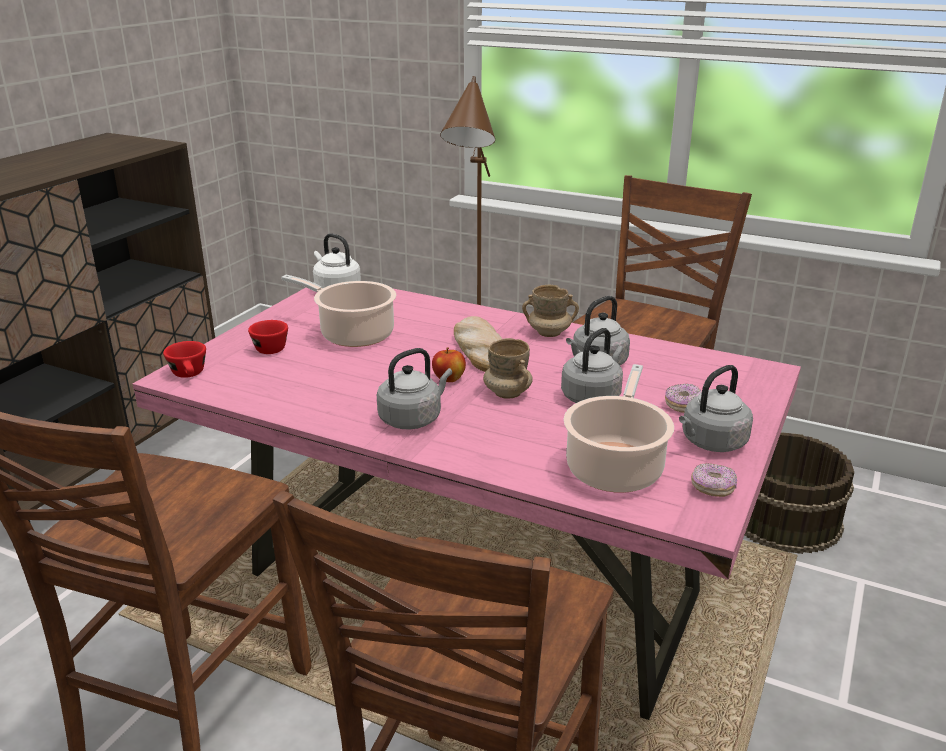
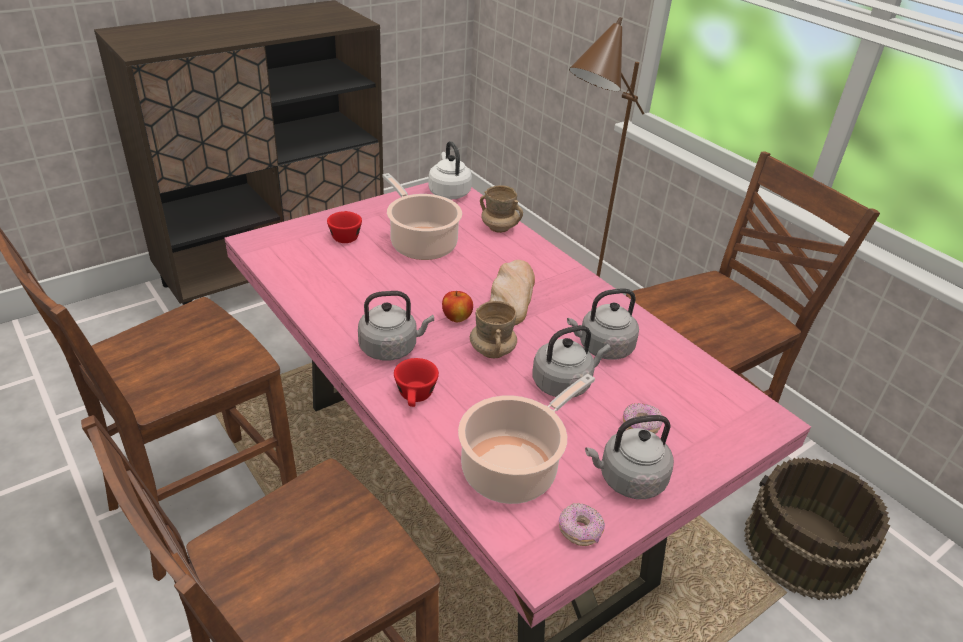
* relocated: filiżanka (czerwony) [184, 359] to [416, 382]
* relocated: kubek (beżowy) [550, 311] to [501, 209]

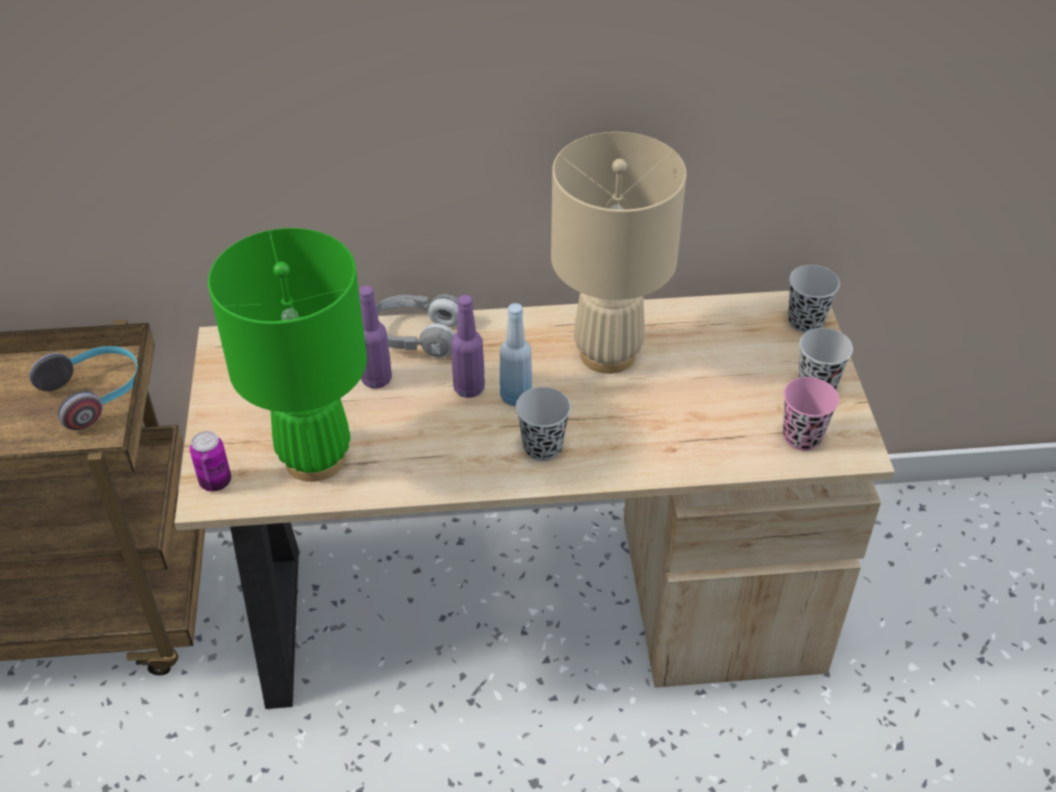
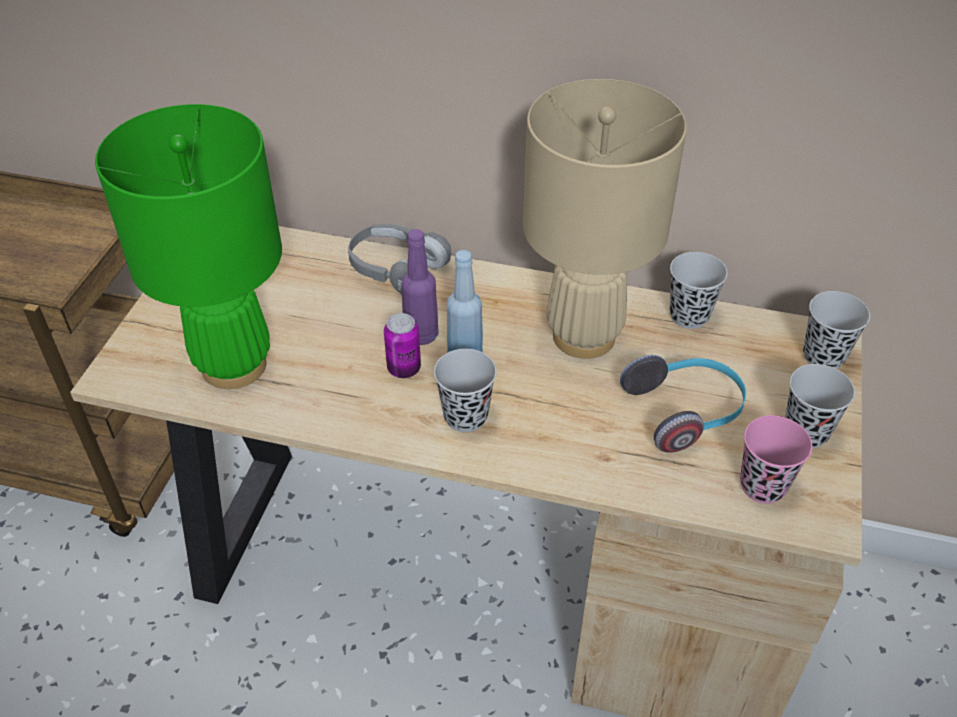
* relocated: słuchawki [84, 388] to [683, 404]
* relocated: puszka [210, 461] to [402, 345]
* missing: butelka (fioletowy) [375, 337]
* appeared: filiżanka (czarny) [699, 290]

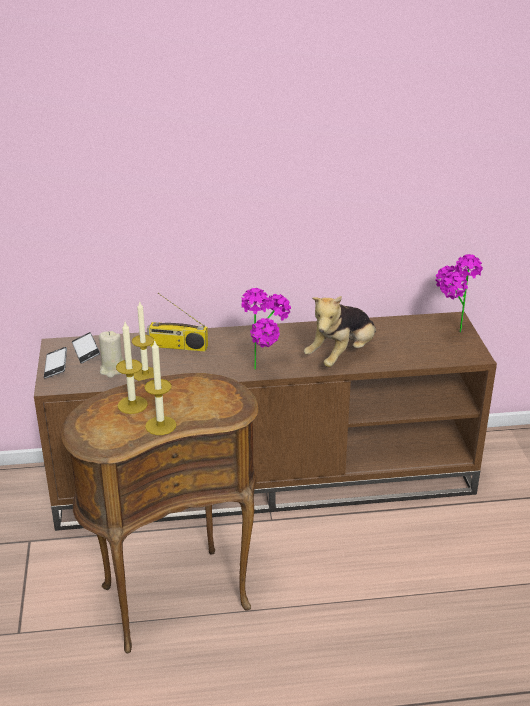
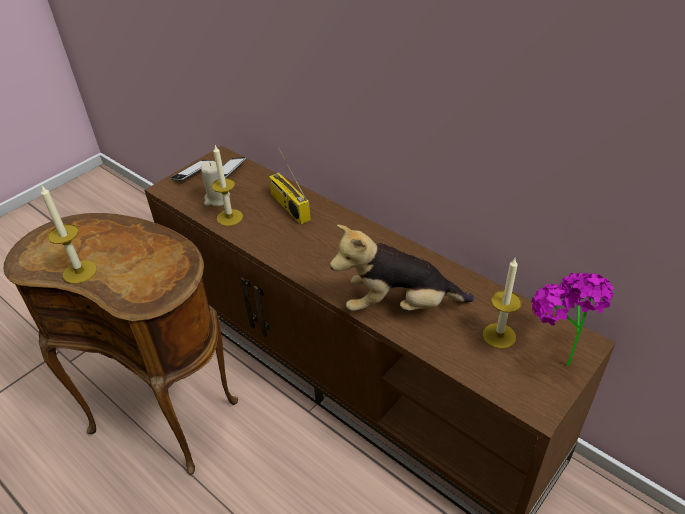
* relocated: świeca [132, 368] to [502, 303]
* missing: roślina doniczkowa [266, 329]

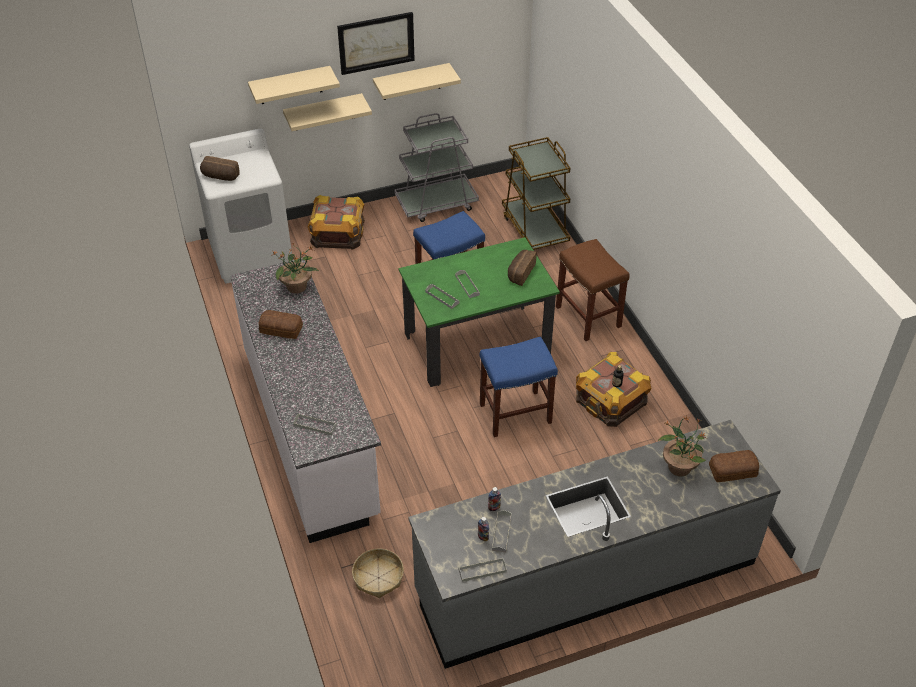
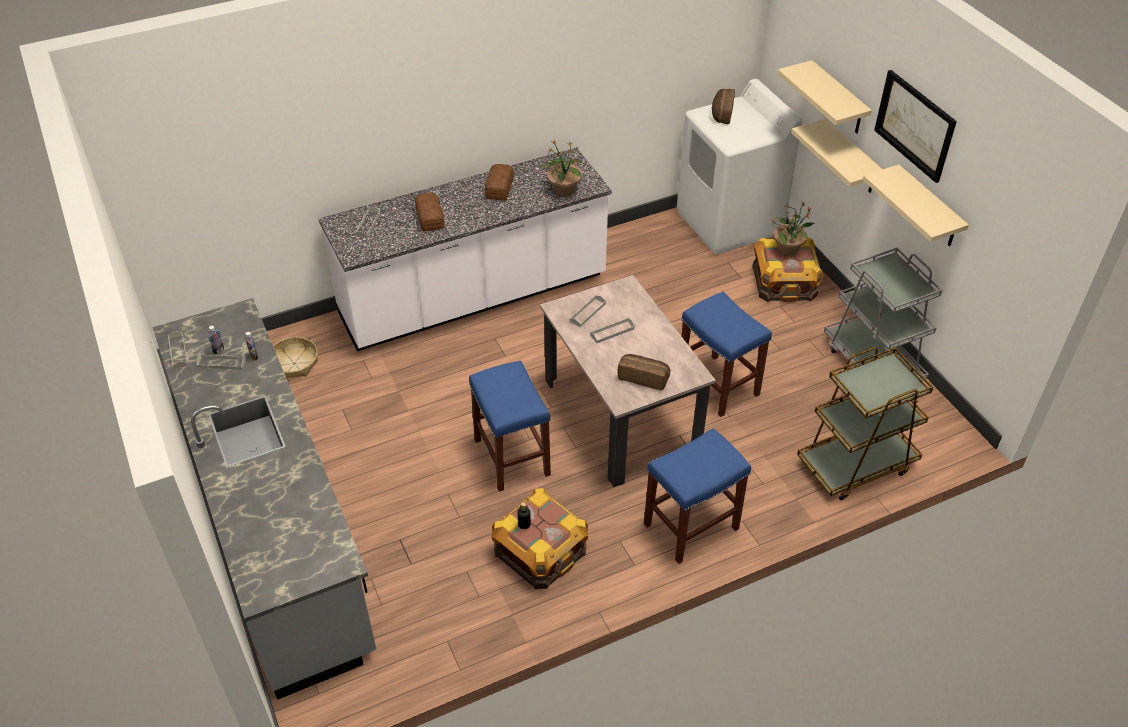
* colour: stół jadalny (zielony) [479, 312] to stół jadalny (beżowy) [628, 381]
* colour: stołek (brązowy) [593, 290] to stołek (niebieski) [697, 496]
* relocated: roślina doniczkowa [682, 446] to [793, 229]
* relocated: chleb [734, 466] to [430, 212]

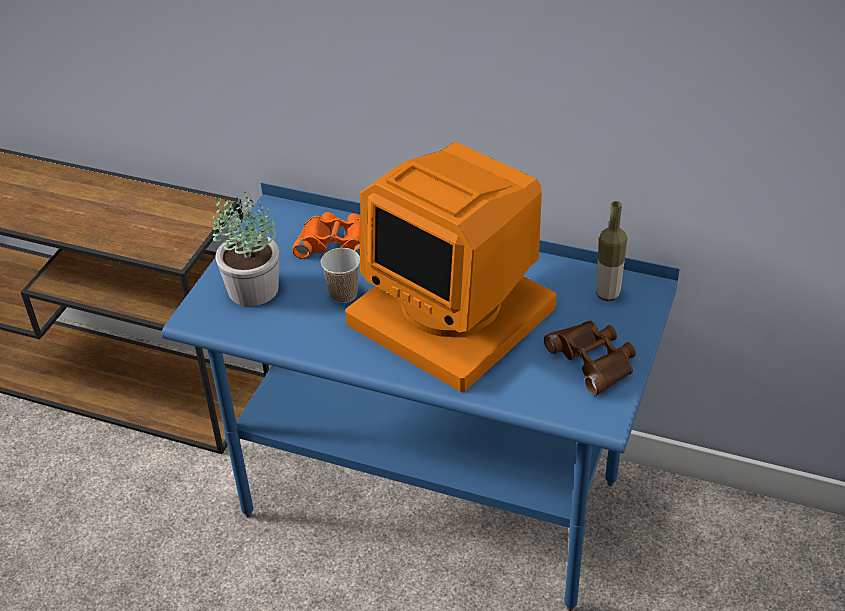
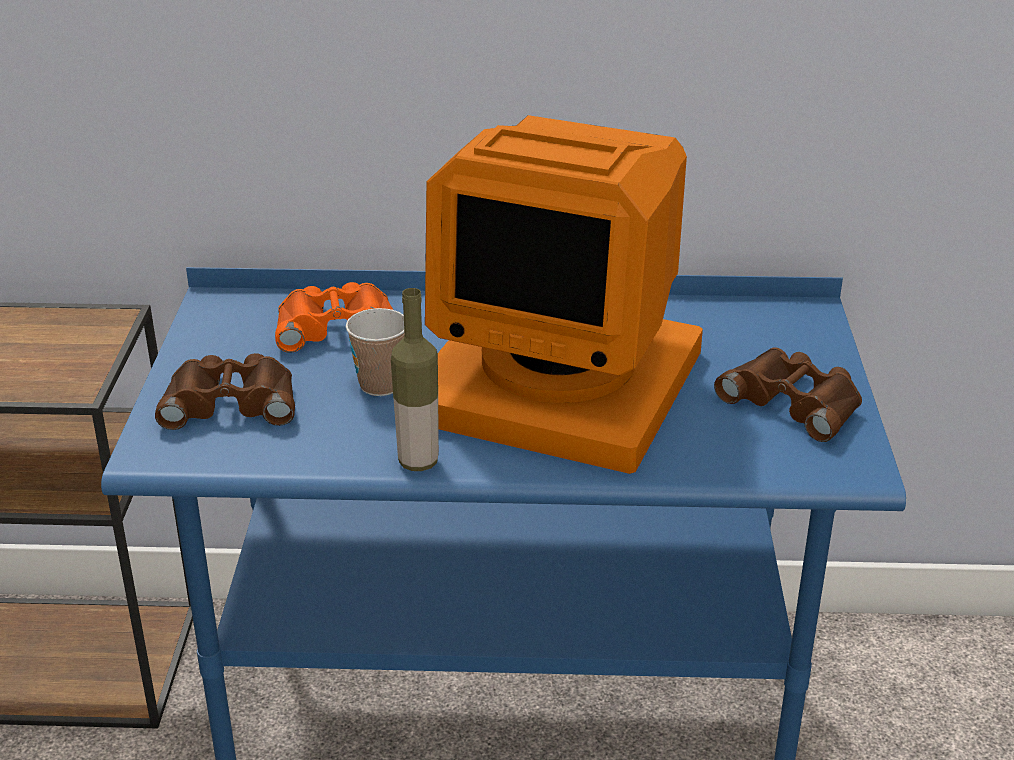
* exchanged: roślina doniczkowa [246, 249] to lornetka (brązowy) [225, 391]
* relocated: butelka [611, 251] to [415, 379]

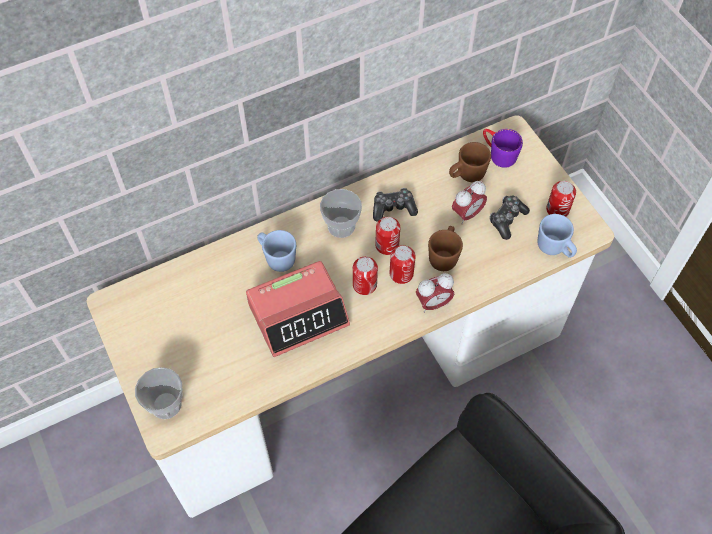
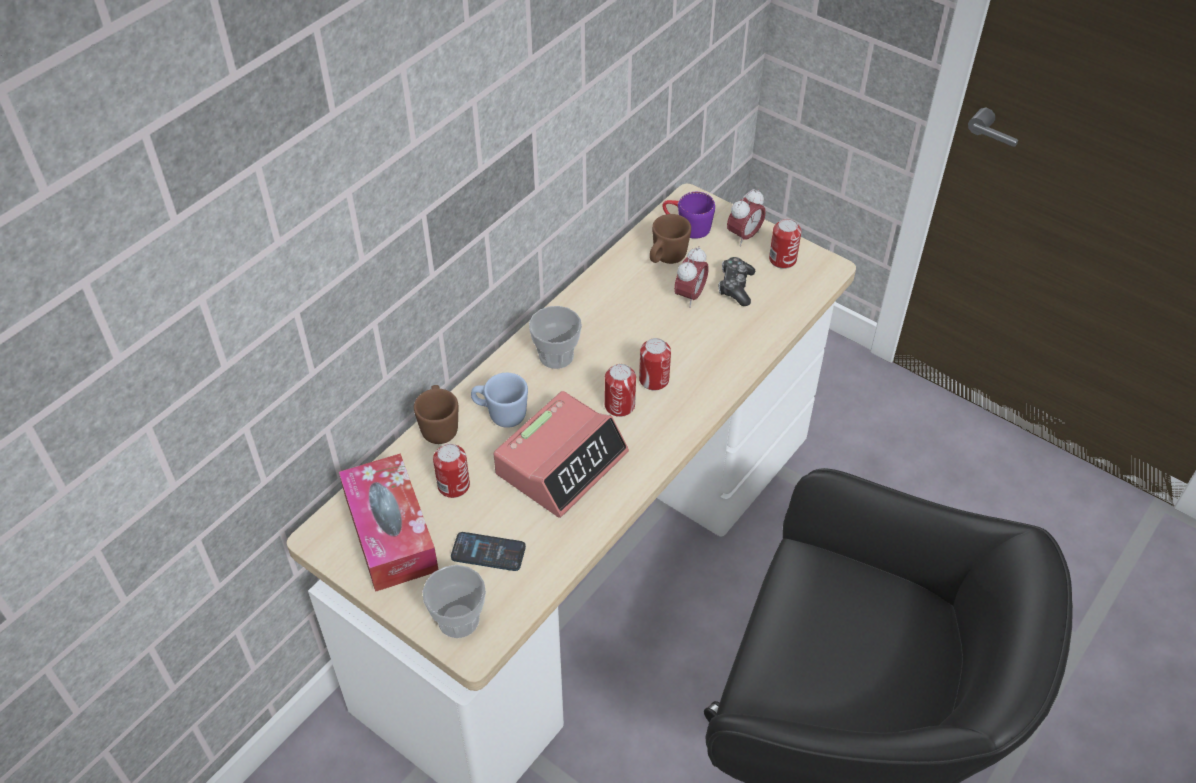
* missing: pad do gier [395, 204]
* relocated: puszka [387, 236] to [451, 471]
* relocated: budzik [435, 293] to [746, 218]
* relocated: kubek (brązowy) [445, 248] to [436, 414]
* missing: kubek (niebieski) [557, 236]
* appeared: pudełko chusteczek [389, 522]
* appeared: telefon [488, 551]

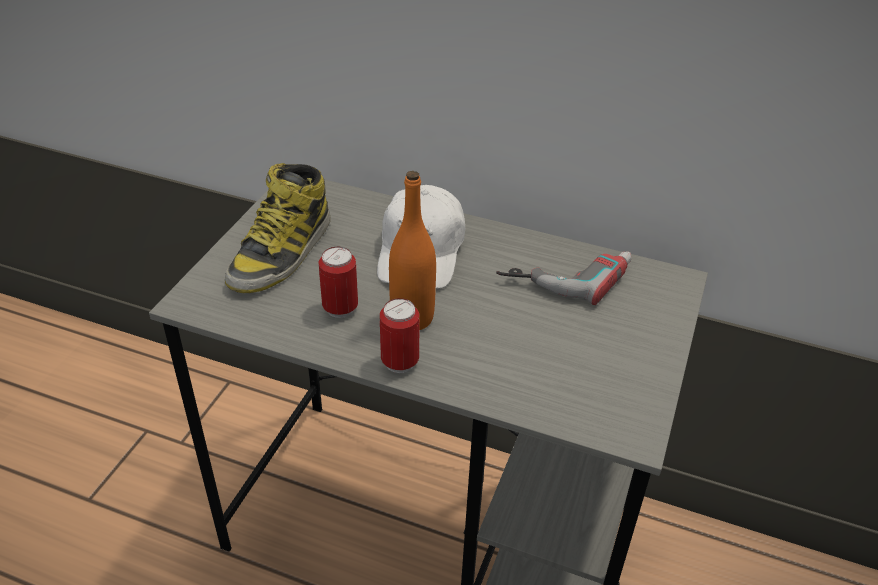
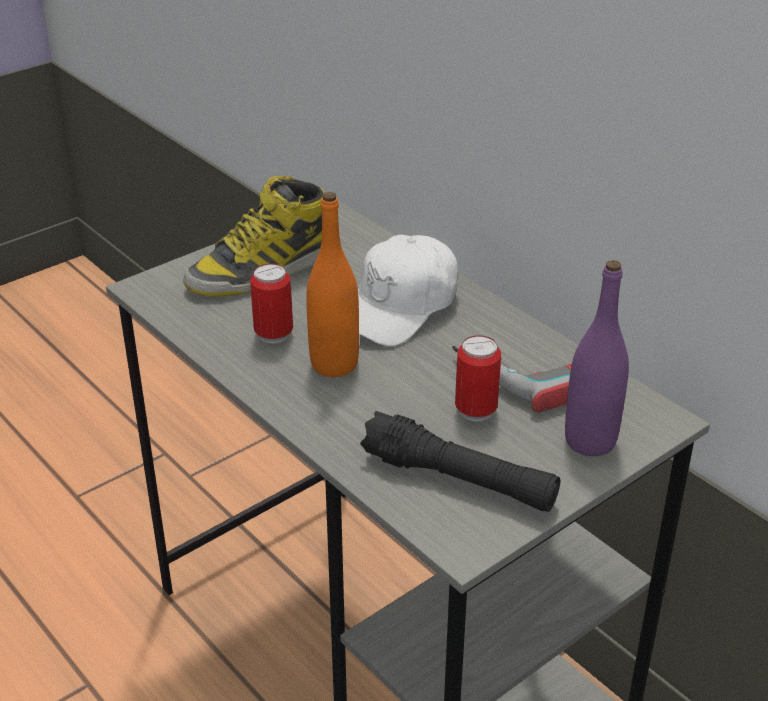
* relocated: puszka [400, 335] to [478, 378]
* appeared: latarka (czarny) [460, 461]
* appeared: butelka (fioletowy) [597, 358]

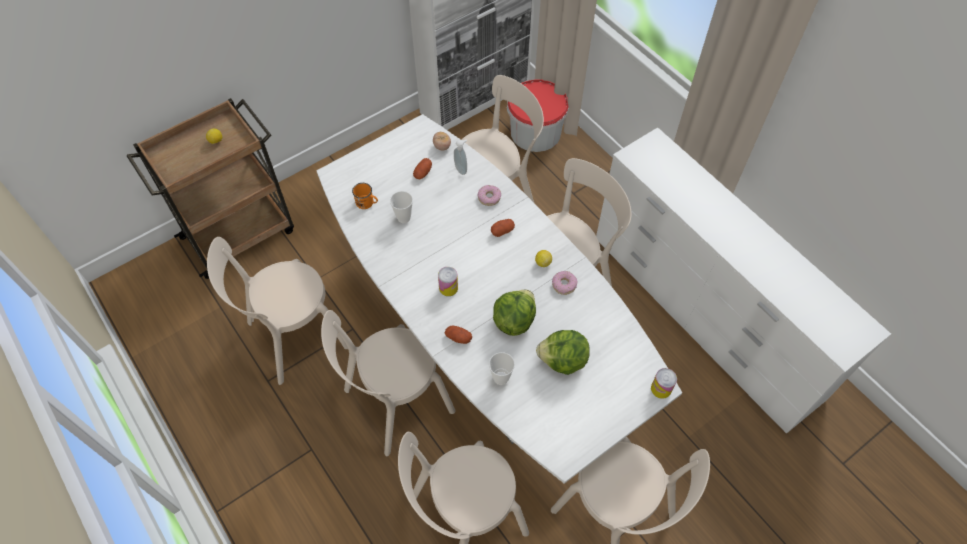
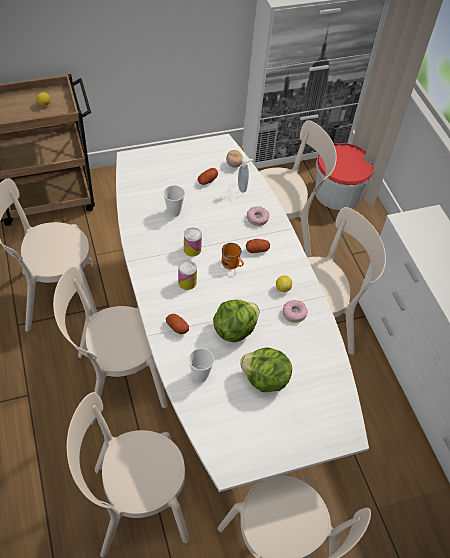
* relocated: kubek (pomarańczowy) [365, 196] to [232, 256]
* relocated: puszka [664, 383] to [193, 242]

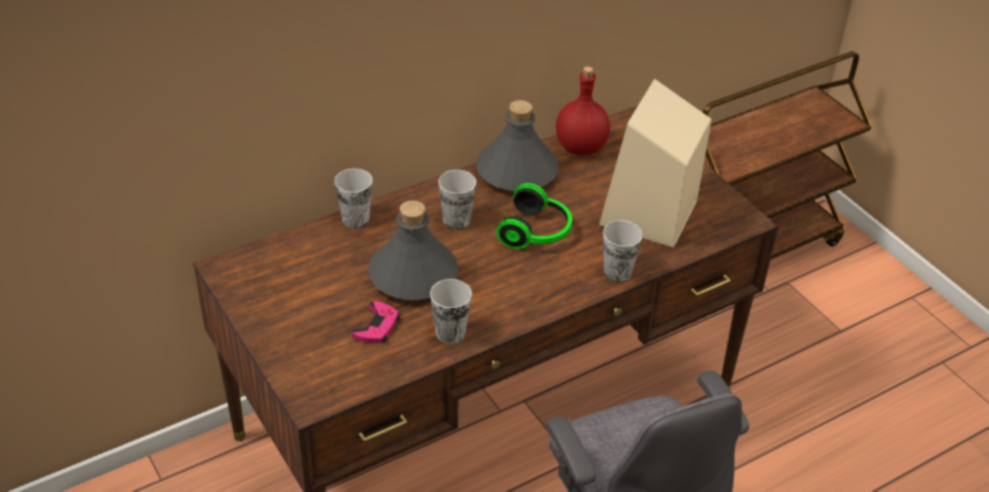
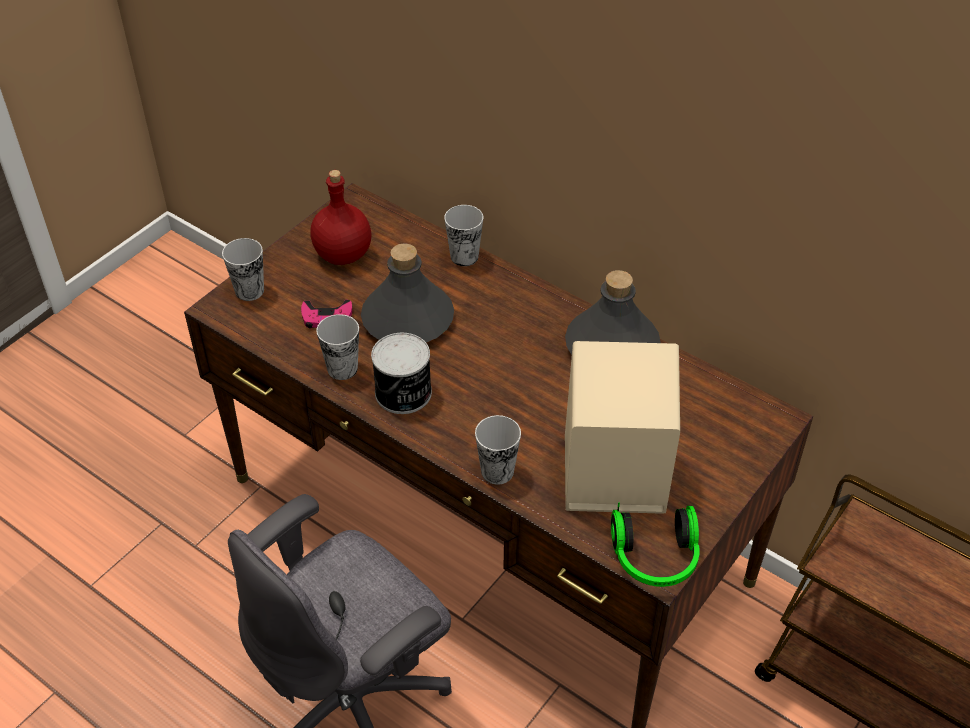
* relocated: filiżanka [457, 199] to [243, 269]
* relocated: słuchawki [534, 216] to [655, 545]
* relocated: butelka (czerwony) [583, 111] to [340, 217]
* appeared: puszka [401, 373]

